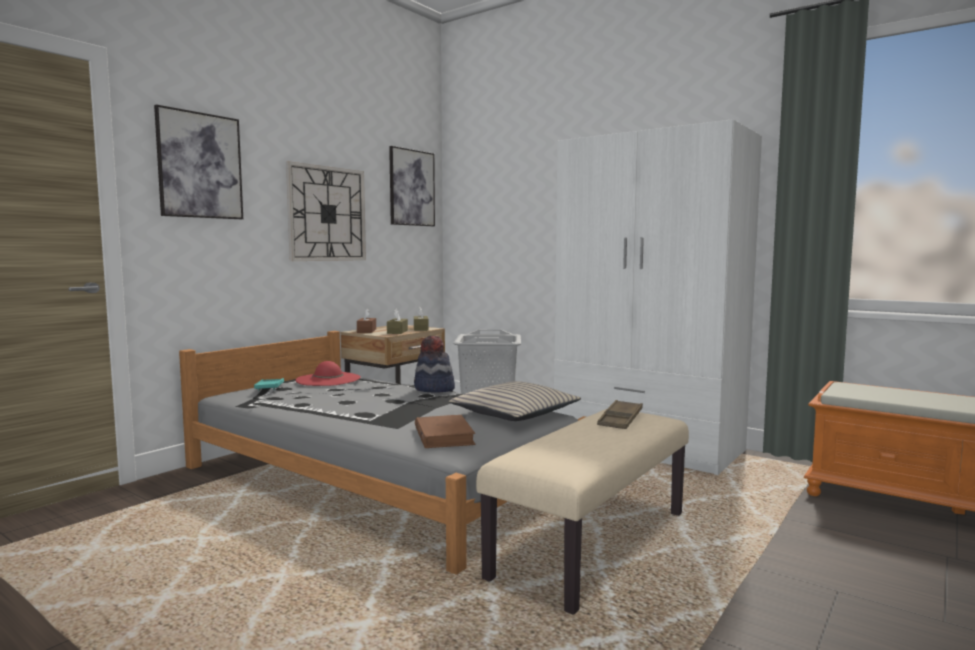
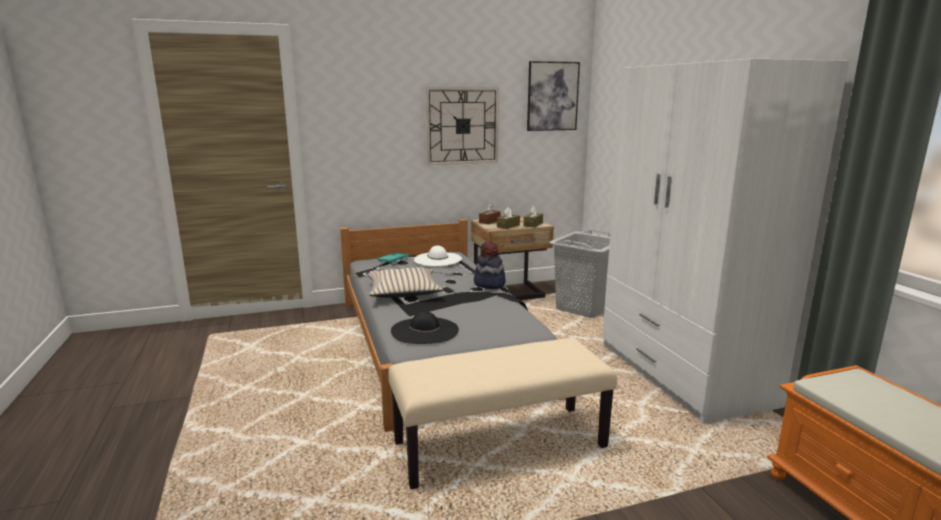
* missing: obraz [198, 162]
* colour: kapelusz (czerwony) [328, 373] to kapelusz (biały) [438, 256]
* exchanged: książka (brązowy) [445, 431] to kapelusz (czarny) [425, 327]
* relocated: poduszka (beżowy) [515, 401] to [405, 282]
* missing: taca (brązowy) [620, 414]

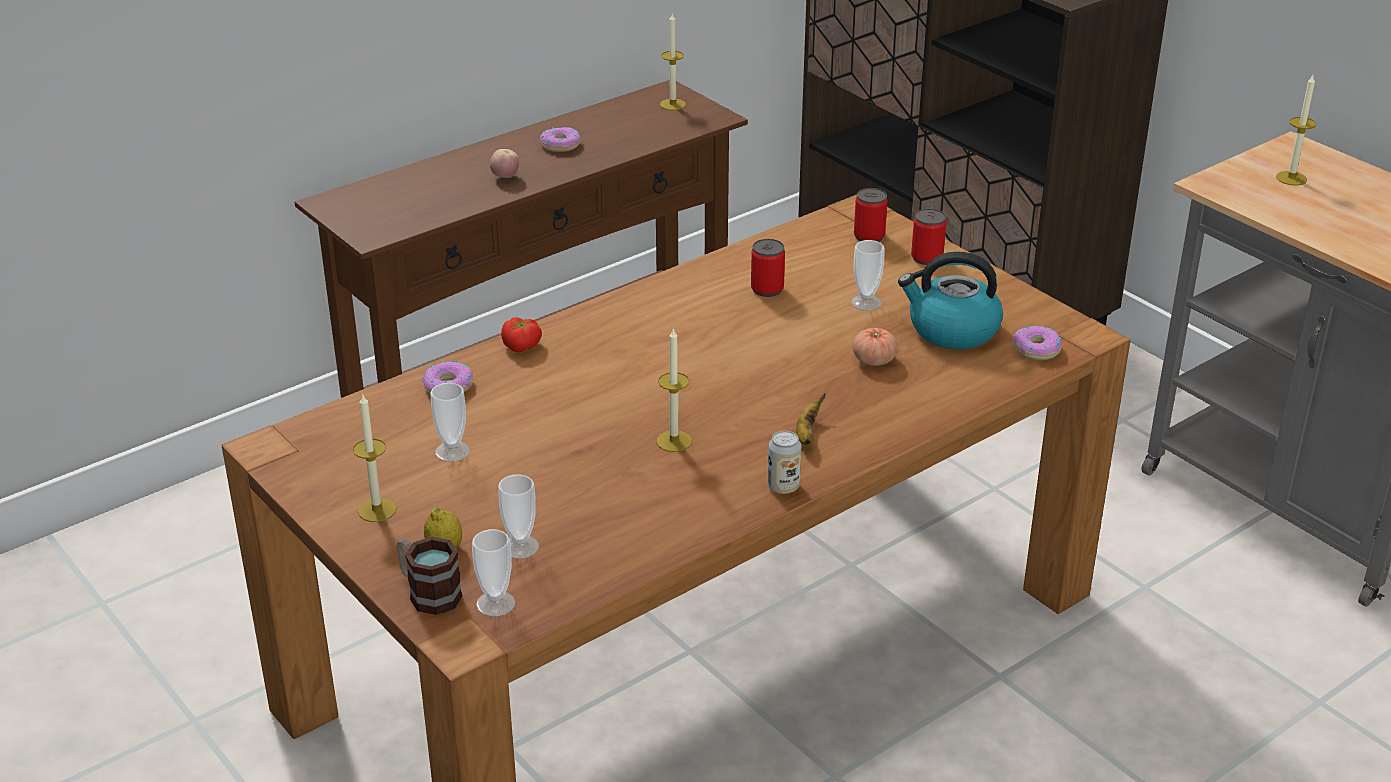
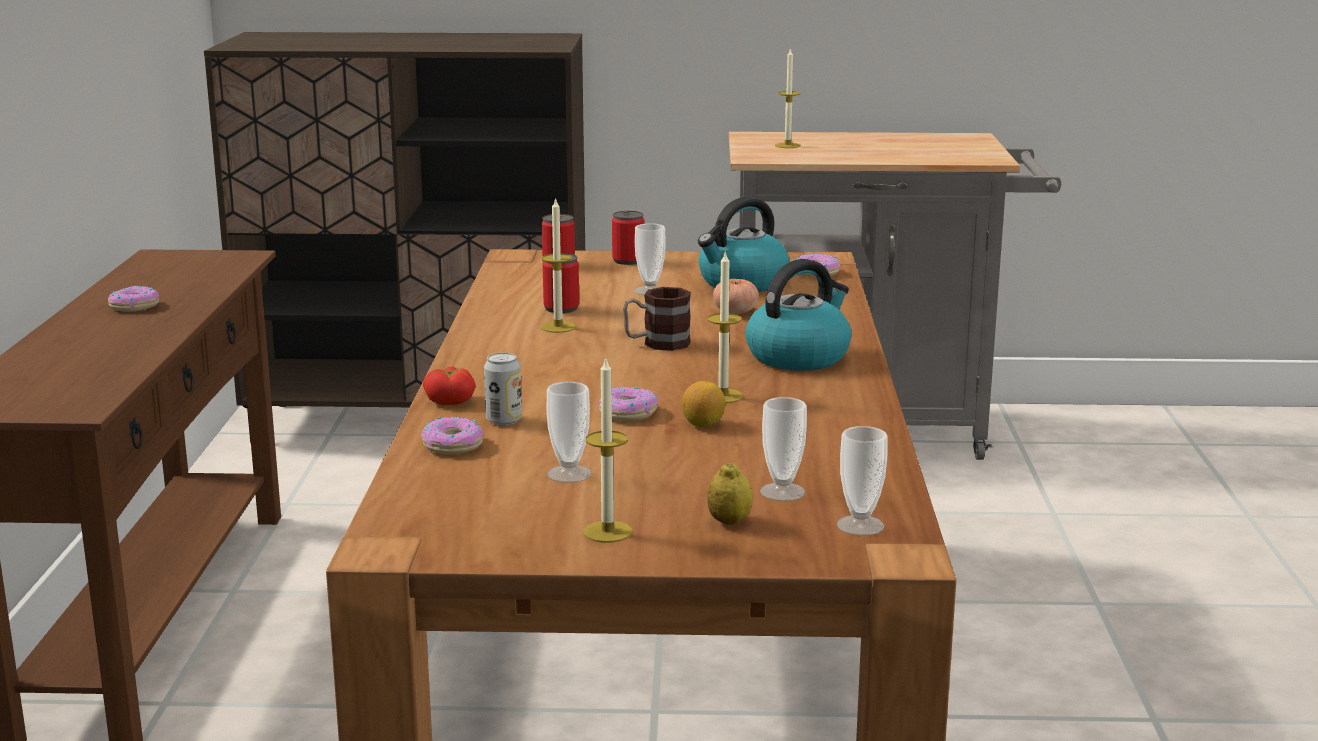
* relocated: kubek [429, 576] to [657, 319]
* missing: jabłko [504, 163]
* relocated: świeca [673, 62] to [558, 265]
* relocated: puszka [784, 462] to [503, 389]
* exchanged: banan [811, 419] to czajnik [798, 315]
* appeared: donut [628, 404]
* appeared: cytryna [703, 404]

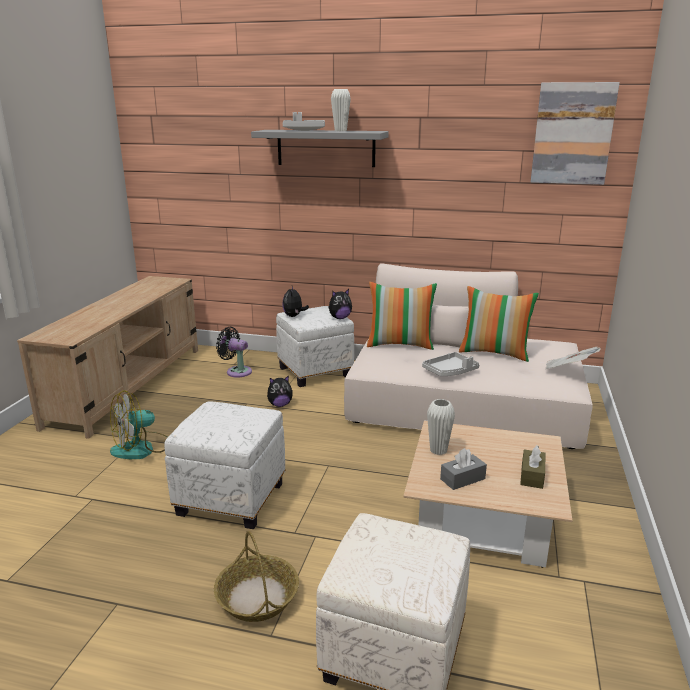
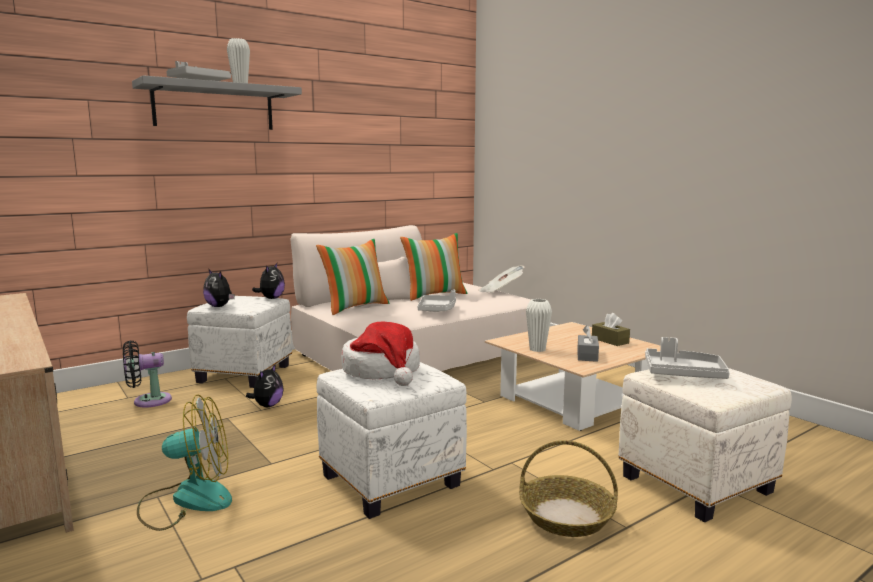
* spun: wentylator [139, 424] = [184, 463] 105 degrees counterclockwise
* missing: obraz [575, 133]
* appeared: kapelusz [380, 353]
* appeared: taca (szary) [687, 358]

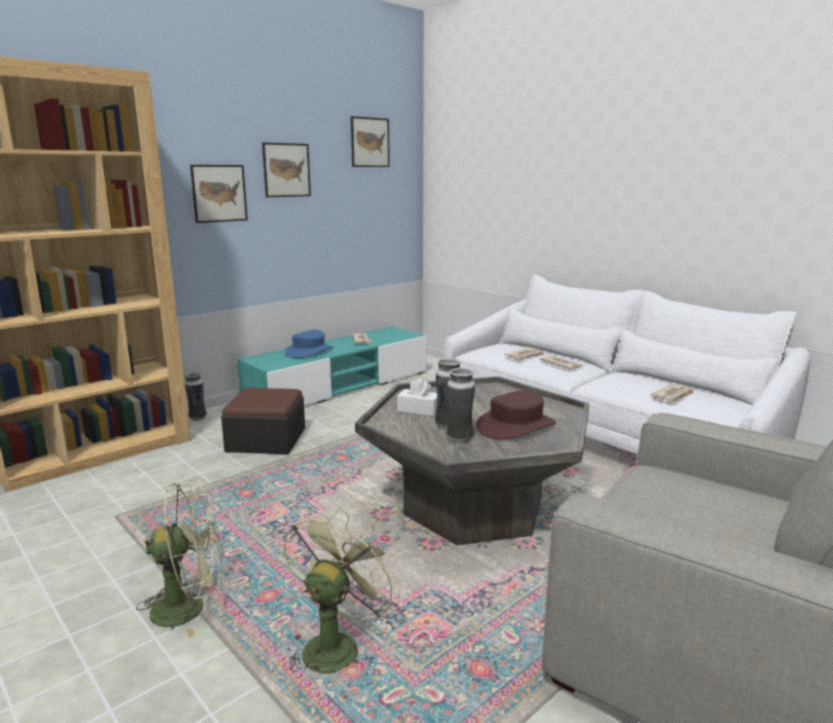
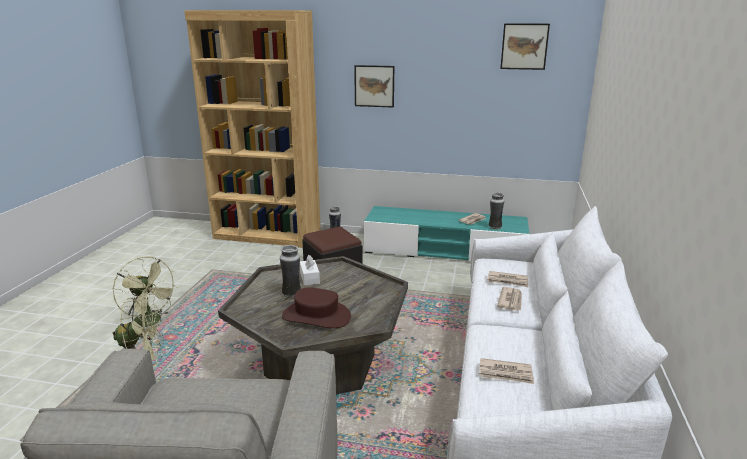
* missing: obraz [286, 169]
* missing: kapelusz (niebieski) [309, 344]
* relocated: wazon [460, 405] to [496, 211]

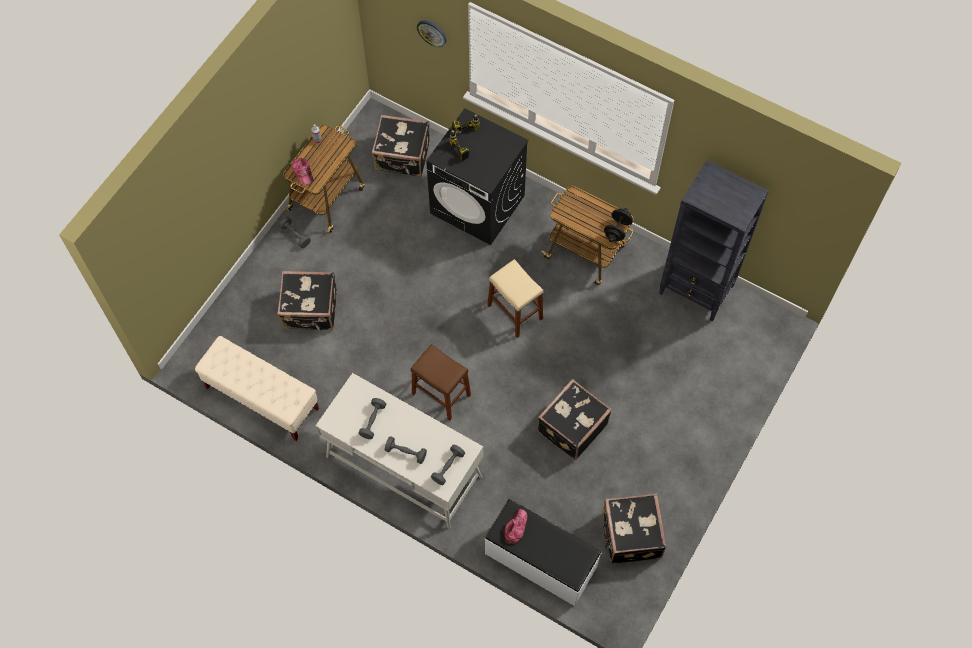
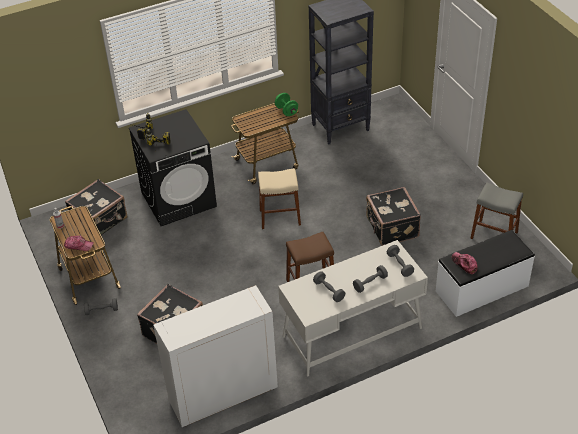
* exchanged: ławka (beżowy) [257, 388] to szafka (biały) [215, 356]
* missing: zegar ścienny [431, 33]
* exchanged: walizka (czarny) [634, 528] to stołek (szary) [496, 210]
* colour: hantel (czarny) [618, 225] to hantel (zielony) [286, 104]

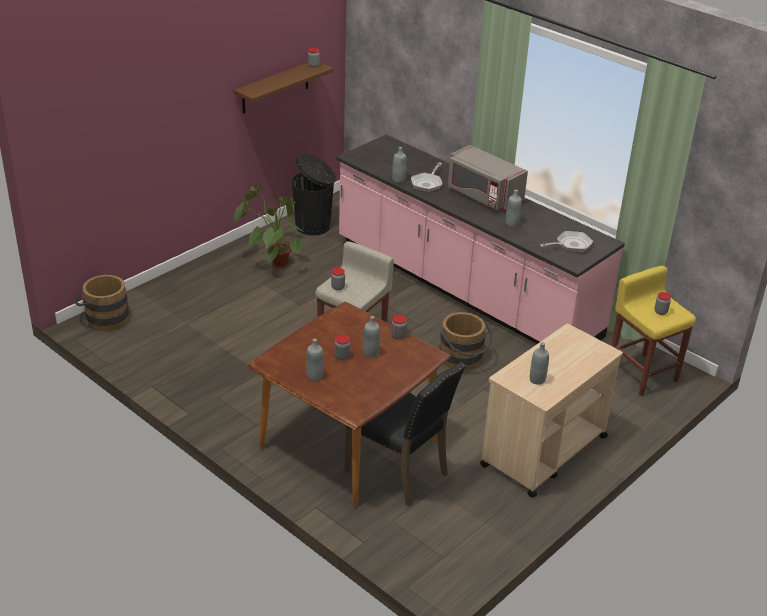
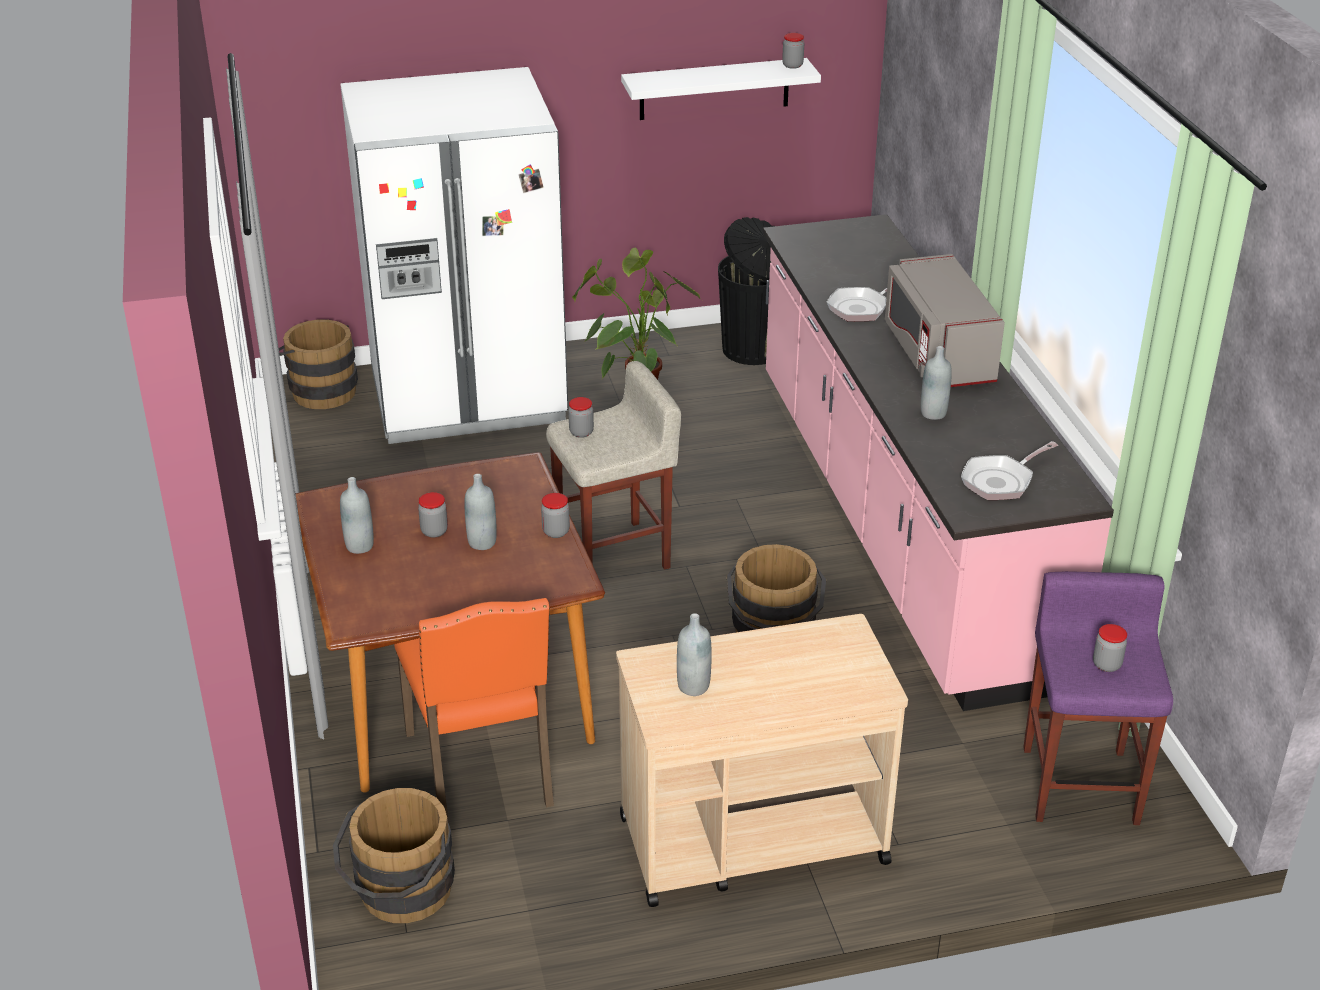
* colour: półka (brązowy) [283, 88] to półka (biały) [721, 89]
* colour: krzesło (czarny) [405, 434] to krzesło (pomarańczowy) [474, 710]
* missing: butelka (szary) [399, 165]
* spun: patelnia [566, 241] = [1009, 470] 135 degrees clockwise
* colour: stołek (żółty) [654, 331] to stołek (fioletowy) [1098, 698]
* appeared: wiadro (brązowy) [394, 855]
* appeared: lodówka (biały) [454, 255]

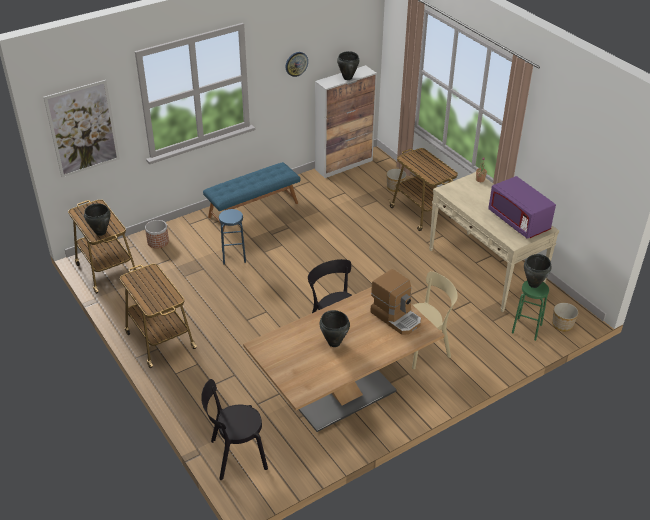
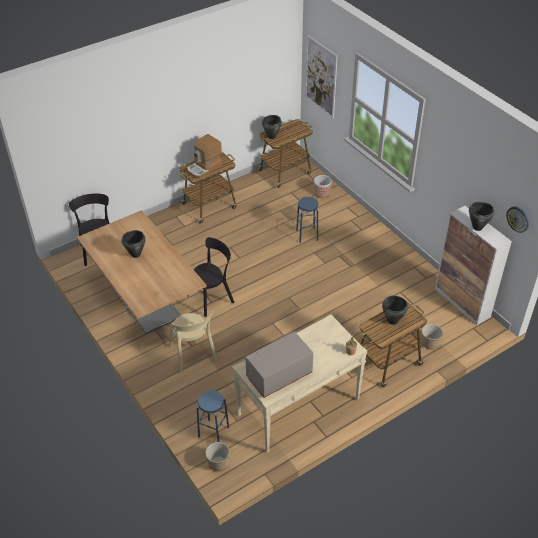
* missing: ławka (niebieski) [251, 197]
* relocated: zegar ścienny [297, 64] to [517, 219]
* relocated: ekspres do kawy [395, 302] to [204, 156]
* colour: mikrofalówka (fioletowy) [522, 207] to mikrofalówka (szary) [279, 364]
* colour: stołek (zielony) [530, 311] to stołek (niebieski) [213, 416]
* relocated: garnek (czarny) [537, 271] to [395, 310]

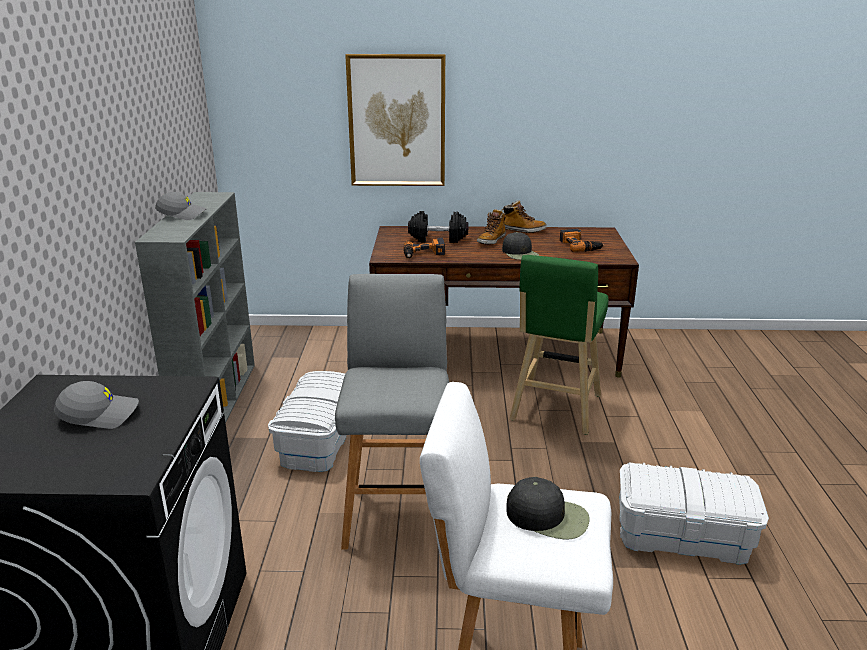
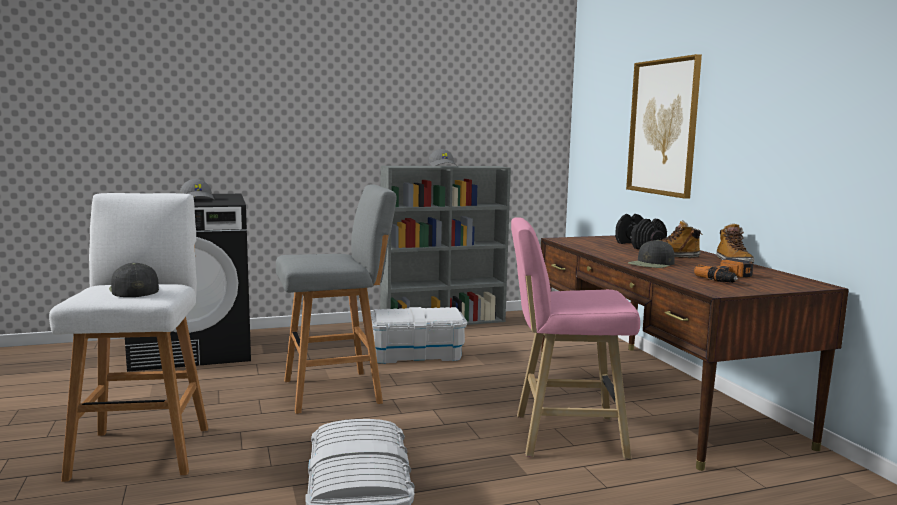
* missing: wiertarka [424, 248]
* spun: czapka z daszkiem (czarny) [548, 508] = [134, 280] 150 degrees clockwise
* colour: stołek (zielony) [559, 345] to stołek (różowy) [575, 338]

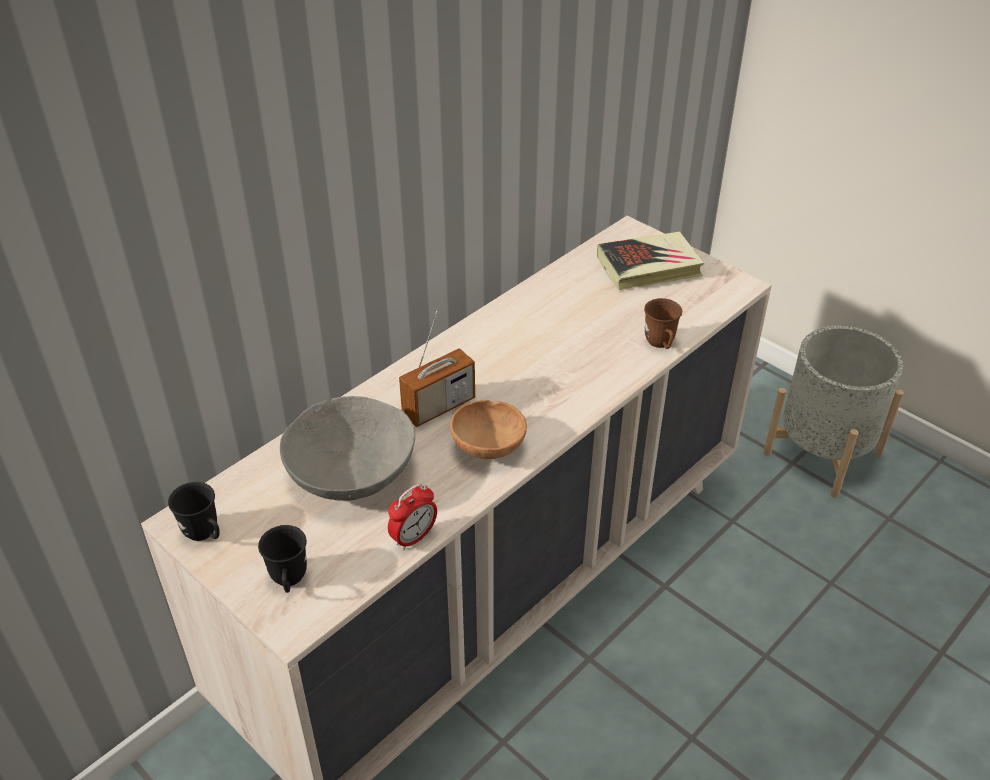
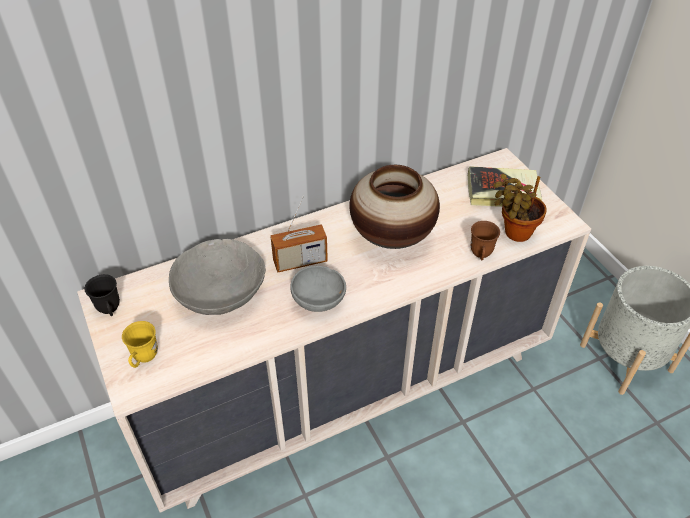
* colour: kubek (czarny) [282, 559] to kubek (żółty) [140, 344]
* missing: budzik [412, 517]
* colour: miska (brązowy) [488, 429] to miska (szary) [318, 289]
* appeared: wazon [394, 207]
* appeared: roślina doniczkowa [520, 208]

